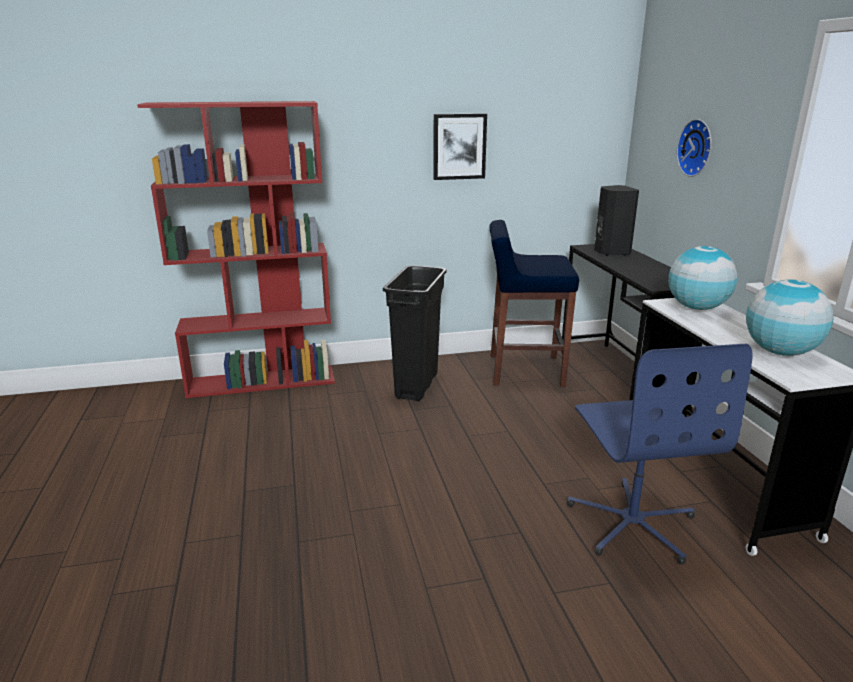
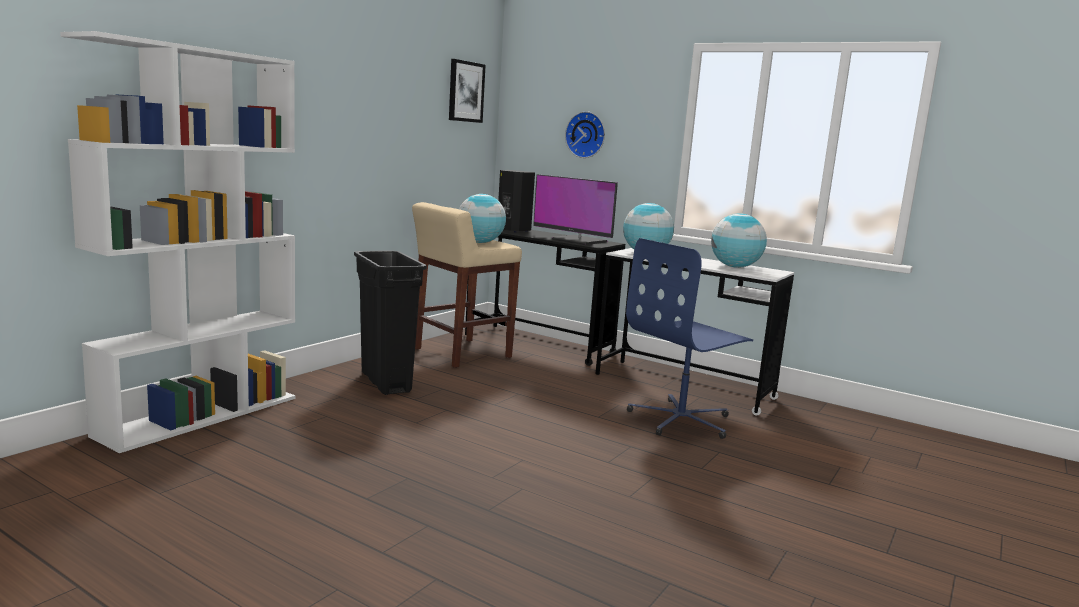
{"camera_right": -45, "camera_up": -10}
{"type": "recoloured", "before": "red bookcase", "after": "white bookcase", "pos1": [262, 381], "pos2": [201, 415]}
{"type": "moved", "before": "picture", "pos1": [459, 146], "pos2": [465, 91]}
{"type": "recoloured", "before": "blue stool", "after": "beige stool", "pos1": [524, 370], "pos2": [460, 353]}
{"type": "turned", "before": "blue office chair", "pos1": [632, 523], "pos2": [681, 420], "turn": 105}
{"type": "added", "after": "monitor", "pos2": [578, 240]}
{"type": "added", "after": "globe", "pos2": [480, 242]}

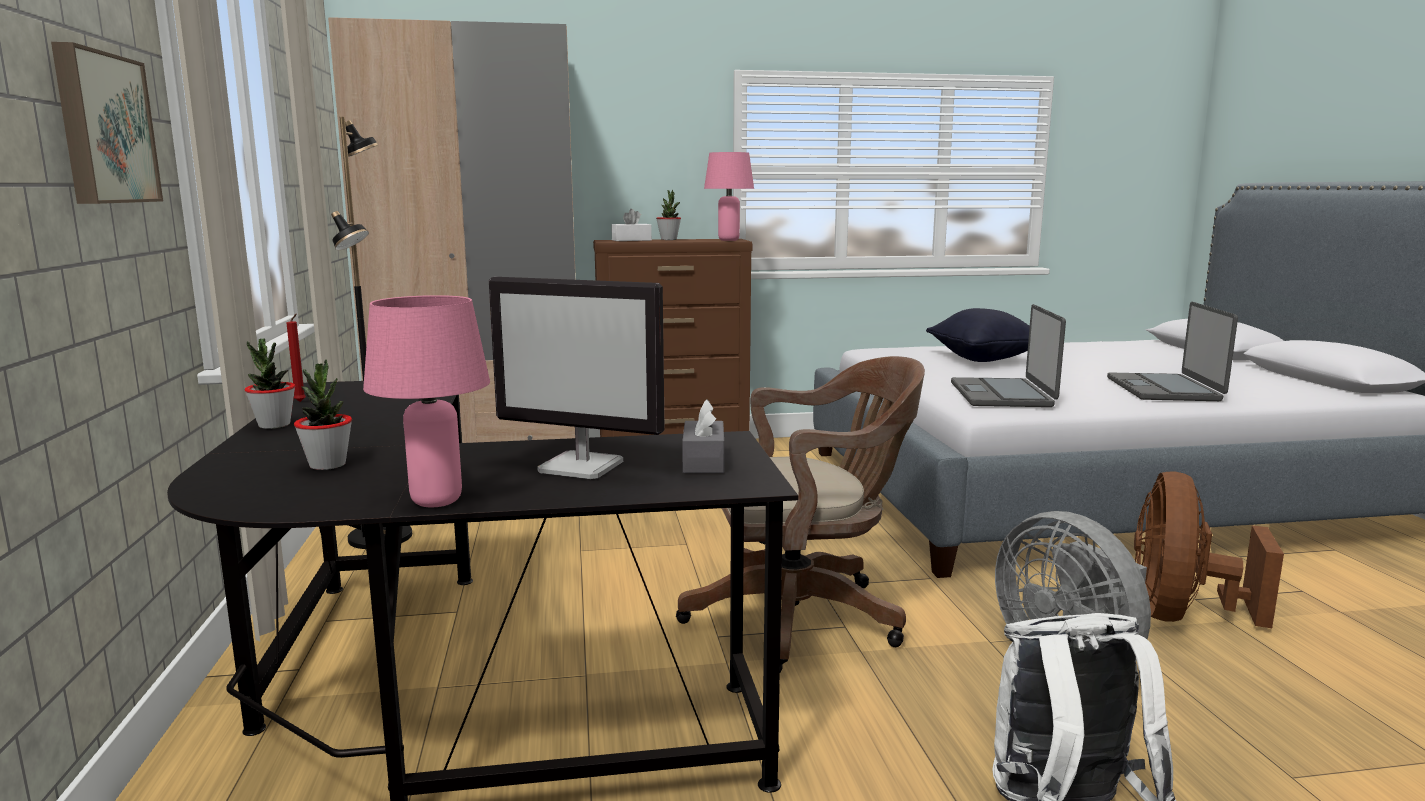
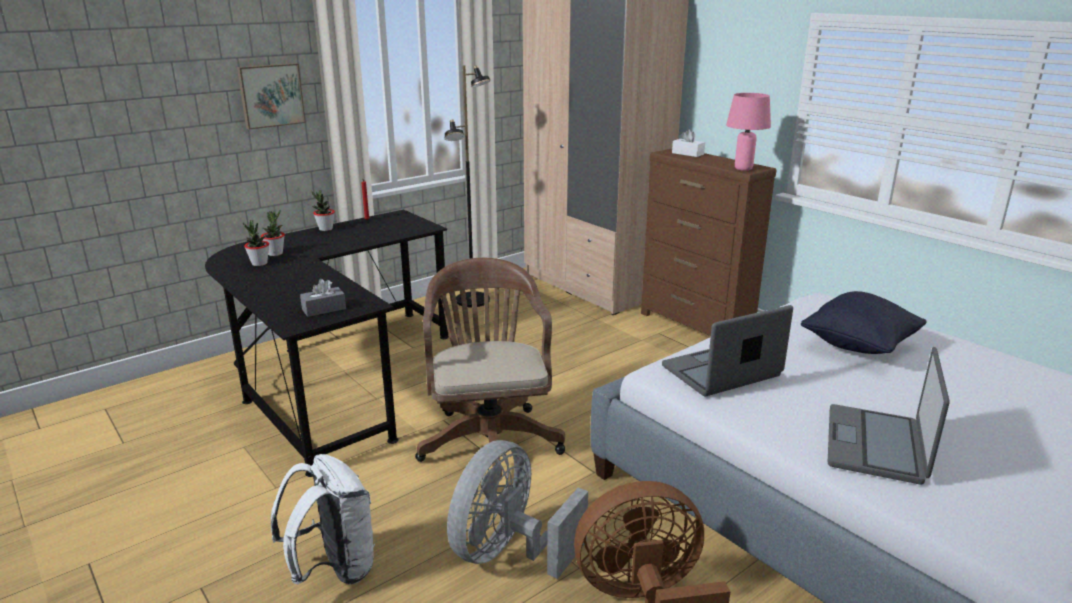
{"camera_right": 60, "camera_up": 10}
{"type": "moved", "before": "potted plant", "pos1": [669, 239], "pos2": [259, 263]}
{"type": "removed", "before": "monitor", "pos1": [583, 467]}
{"type": "removed", "before": "pink table lamp", "pos1": [438, 501]}
{"type": "turned", "before": "laptop", "pos1": [1164, 389], "pos2": [876, 445], "turn": -45}
{"type": "turned", "before": "brown office chair", "pos1": [804, 617], "pos2": [489, 439], "turn": -150}

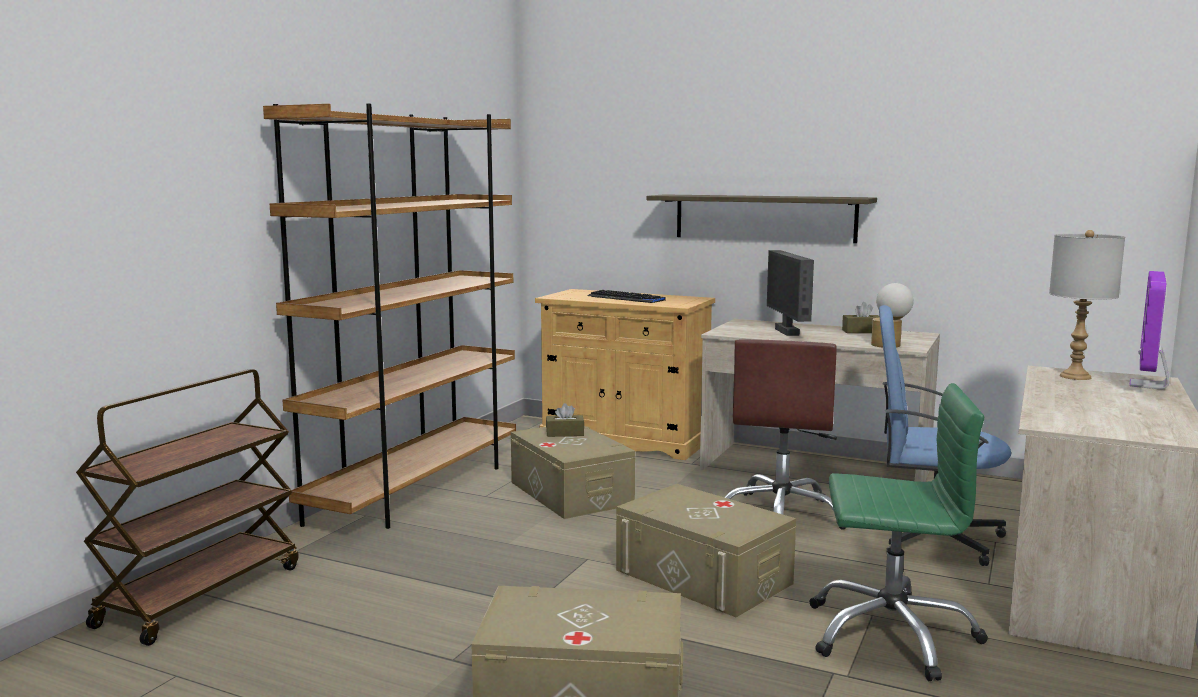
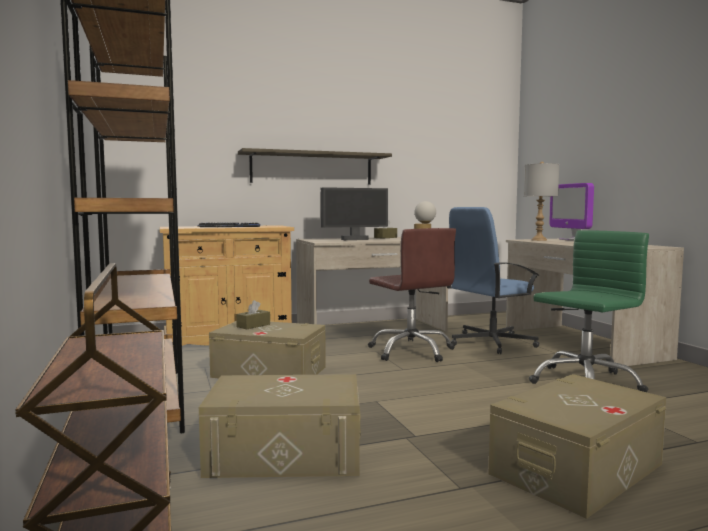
{"camera_right": -45, "camera_up": -5}
{"type": "turned", "before": "monitor", "pos1": [788, 332], "pos2": [354, 239], "turn": -60}
{"type": "moved", "before": "beige storage box", "pos1": [703, 577], "pos2": [285, 453]}

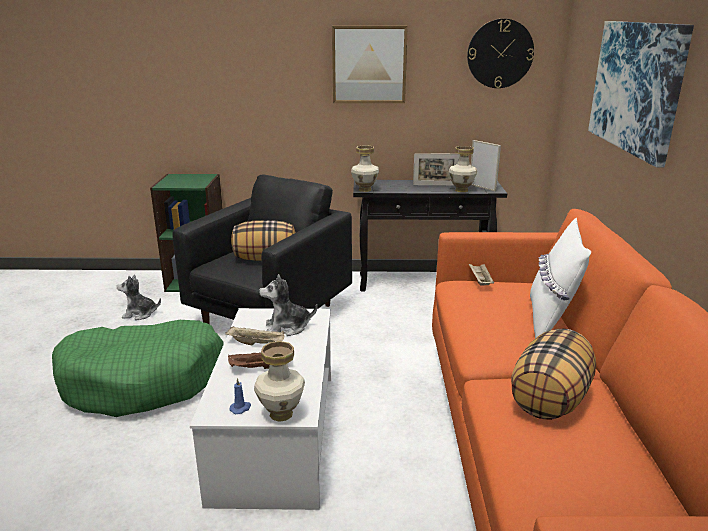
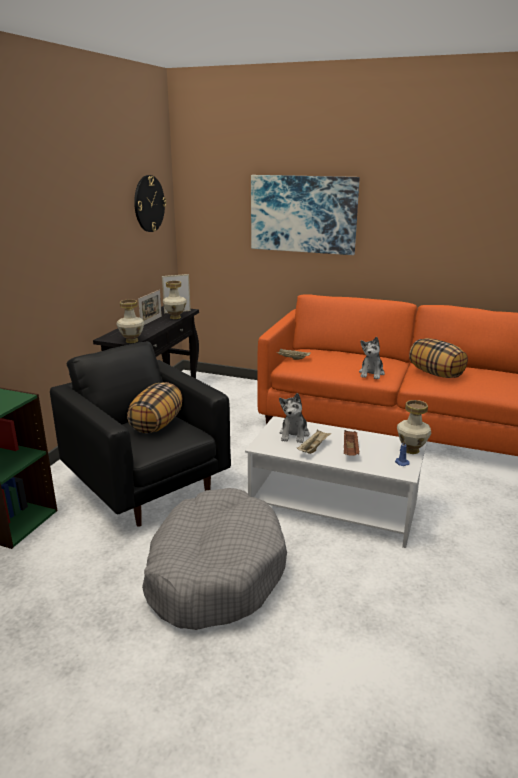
{"camera_right": -70, "camera_up": 0}
{"type": "removed", "before": "picture", "pos1": [369, 65]}
{"type": "removed", "before": "white pillow", "pos1": [550, 320]}
{"type": "moved", "before": "plush toy", "pos1": [140, 314], "pos2": [371, 373]}
{"type": "recoloured", "before": "green dog bed", "after": "grey dog bed", "pos1": [143, 380], "pos2": [214, 571]}

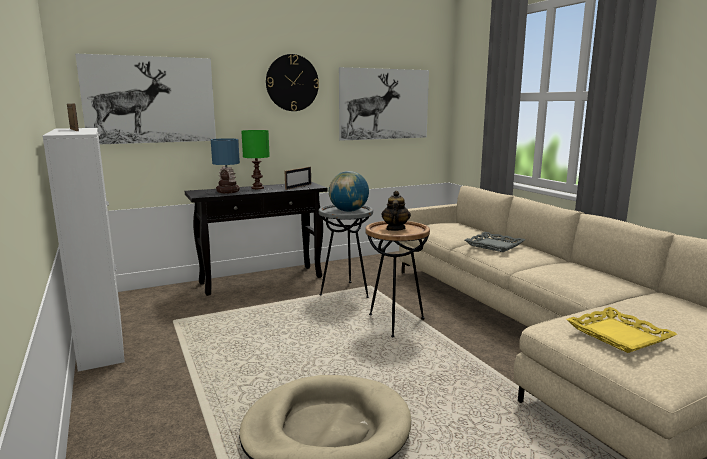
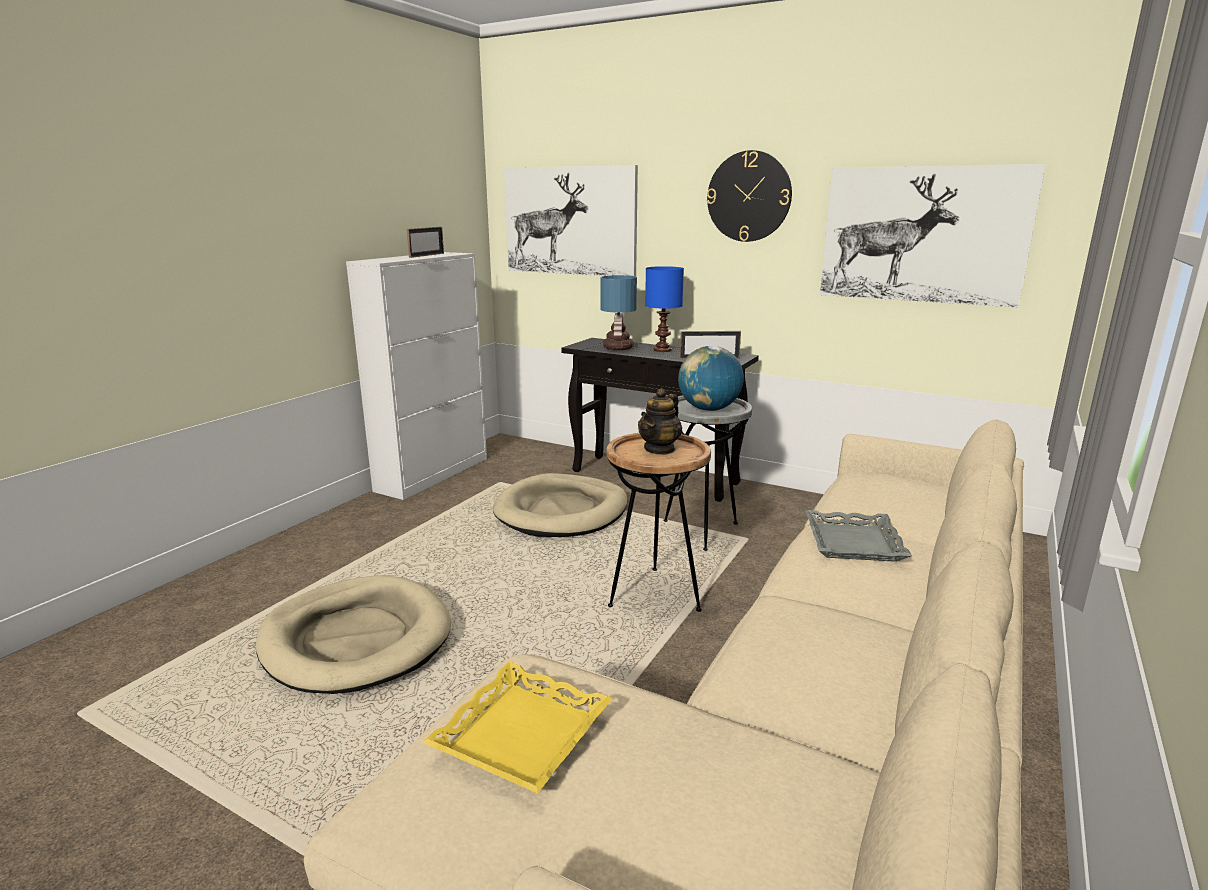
{"camera_right": 55, "camera_up": 5}
{"type": "recoloured", "before": "green table lamp", "after": "blue table lamp", "pos1": [258, 188], "pos2": [663, 350]}
{"type": "turned", "before": "teapot", "pos1": [395, 229], "pos2": [660, 449], "turn": 150}
{"type": "added", "after": "beige dog bed", "pos2": [562, 511]}

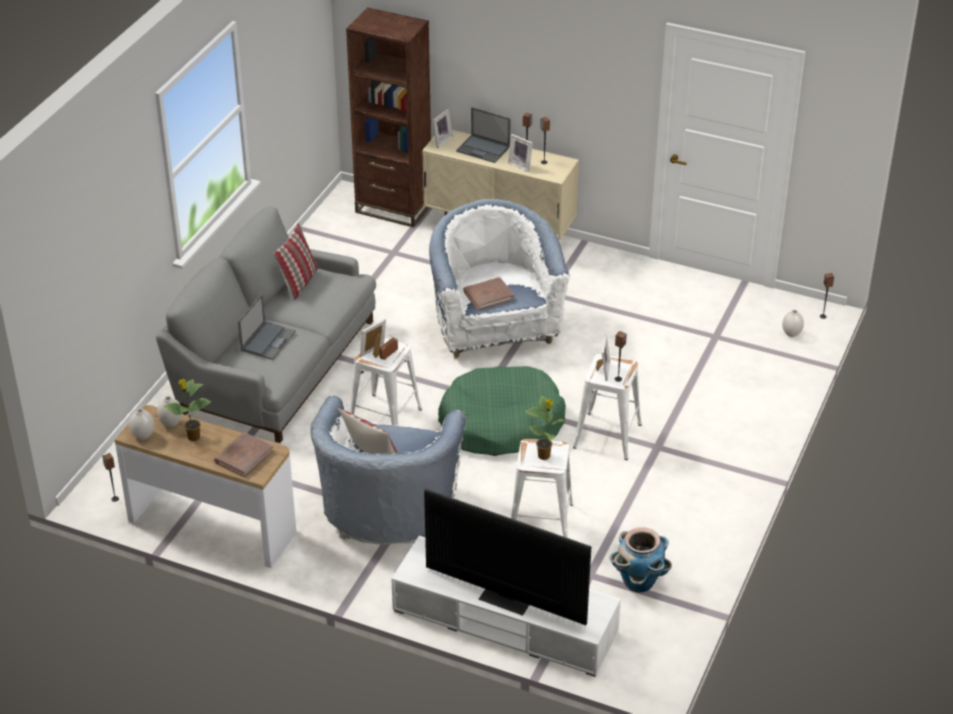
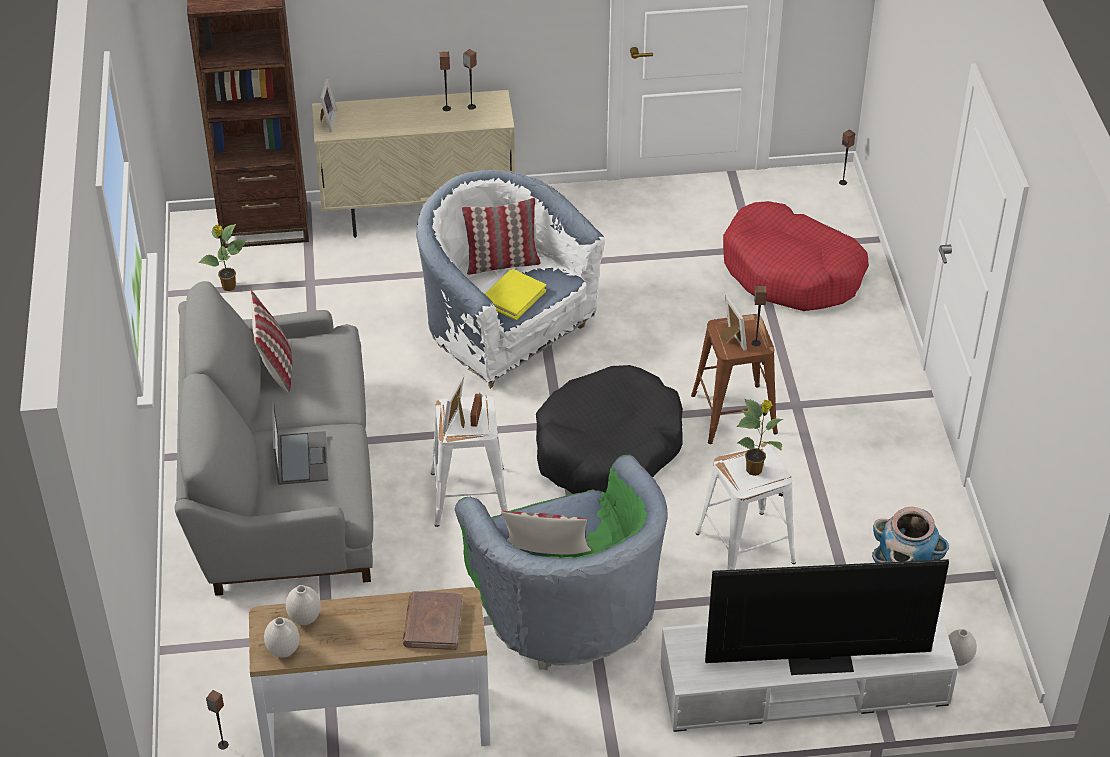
{"camera_right": -30, "camera_up": 5}
{"type": "removed", "before": "laptop", "pos1": [484, 149]}
{"type": "removed", "before": "picture frame", "pos1": [521, 165]}
{"type": "recoloured", "before": "brown book", "after": "yellow book", "pos1": [488, 295], "pos2": [513, 297]}
{"type": "moved", "before": "white vase", "pos1": [791, 334], "pos2": [957, 660]}
{"type": "recoloured", "before": "white stool", "after": "brown stool", "pos1": [606, 435], "pos2": [733, 414]}
{"type": "recoloured", "before": "green dog bed", "after": "black dog bed", "pos1": [501, 423], "pos2": [607, 448]}
{"type": "moved", "before": "potted plant", "pos1": [193, 437], "pos2": [228, 287]}
{"type": "recoloured", "before": "white armchair", "after": "green armchair", "pos1": [388, 512], "pos2": [568, 612]}
{"type": "added", "after": "pillow", "pos2": [502, 263]}
{"type": "added", "after": "red dog bed", "pos2": [792, 272]}

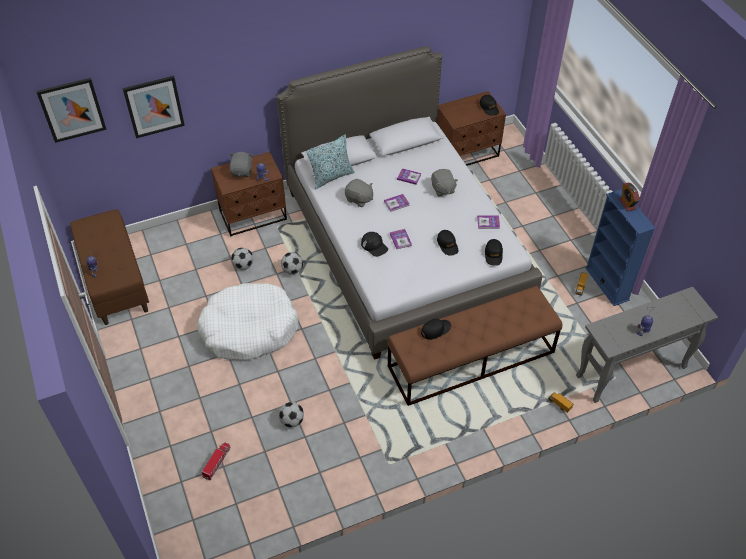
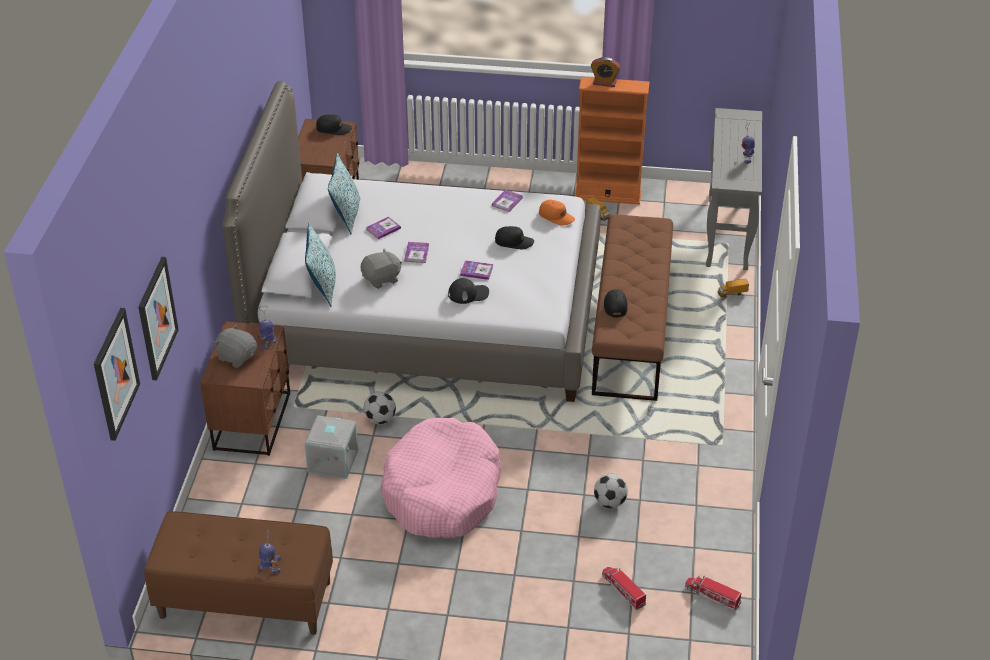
{"camera_right": -60, "camera_up": -10}
{"type": "removed", "before": "grey plush toy", "pos1": [442, 189]}
{"type": "recoloured", "before": "blue bookcase", "after": "orange bookcase", "pos1": [607, 283], "pos2": [608, 195]}
{"type": "recoloured", "before": "black cap", "after": "orange cap", "pos1": [493, 254], "pos2": [556, 216]}
{"type": "replaced", "before": "football", "after": "grey storage box", "pos1": [243, 265], "pos2": [332, 461]}
{"type": "recoloured", "before": "white dog bed", "after": "pink dog bed", "pos1": [249, 329], "pos2": [442, 492]}
{"type": "added", "after": "pillow", "pos2": [346, 215]}
{"type": "added", "after": "toy truck", "pos2": [712, 596]}

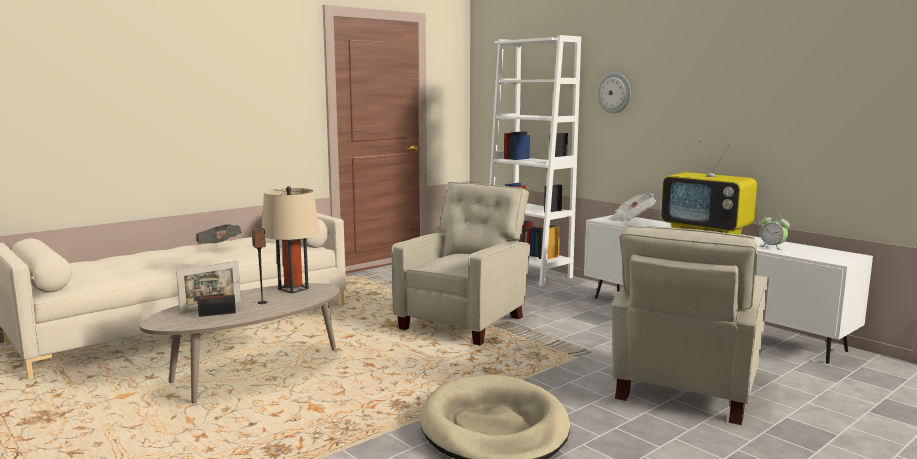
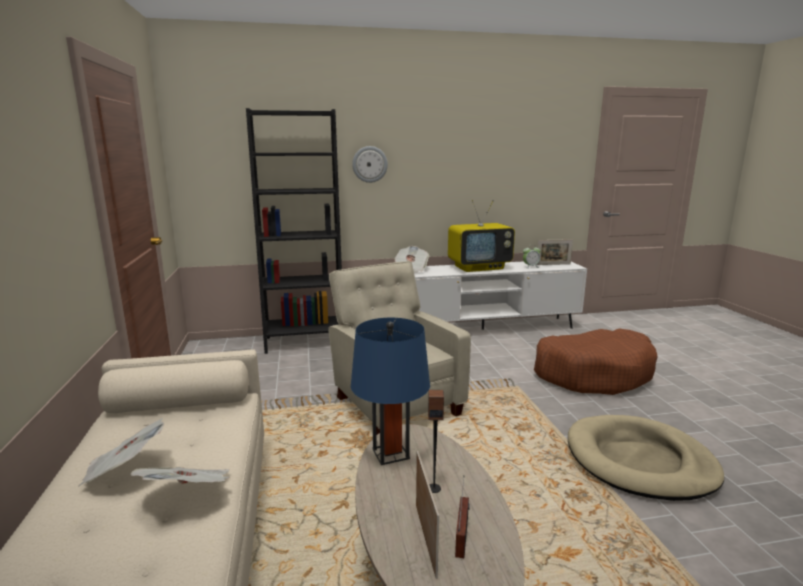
{"camera_right": -60, "camera_up": 5}
{"type": "recoloured", "before": "white bookcase", "after": "black bookcase", "pos1": [527, 273], "pos2": [305, 342]}
{"type": "recoloured", "before": "beige table lamp", "after": "blue table lamp", "pos1": [293, 289], "pos2": [391, 453]}
{"type": "replaced", "before": "beige armchair", "after": "brown dog bed", "pos1": [685, 389], "pos2": [593, 374]}
{"type": "added", "after": "picture frame", "pos2": [553, 264]}
{"type": "added", "after": "newspaper", "pos2": [190, 494]}

